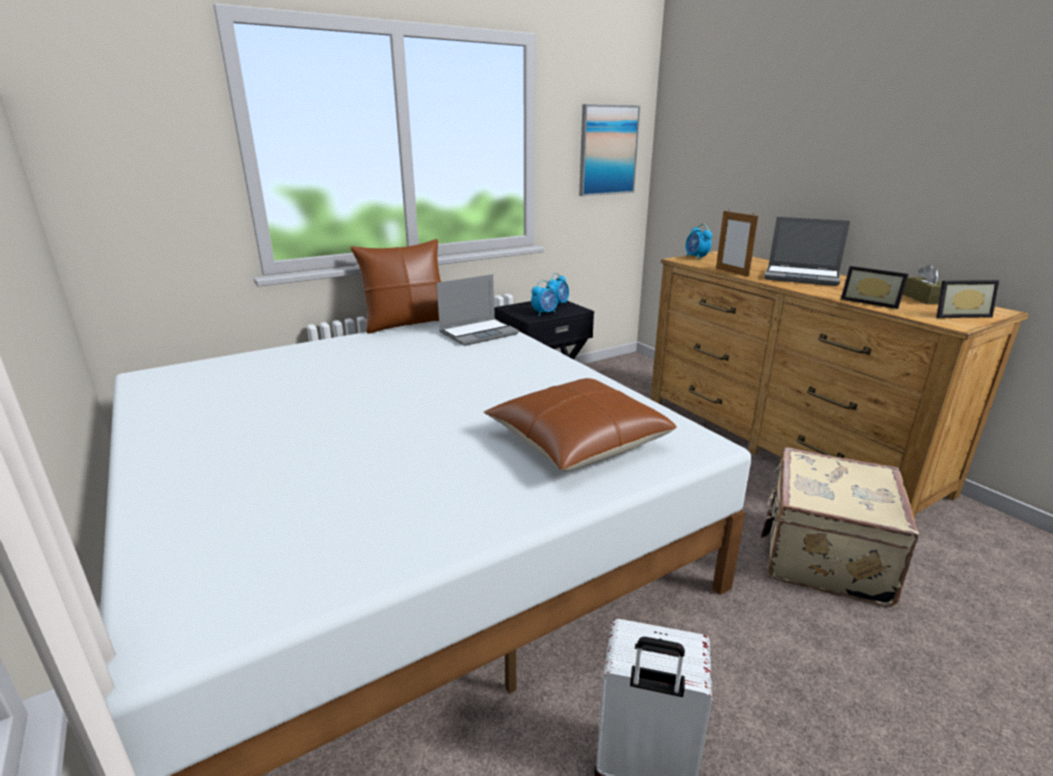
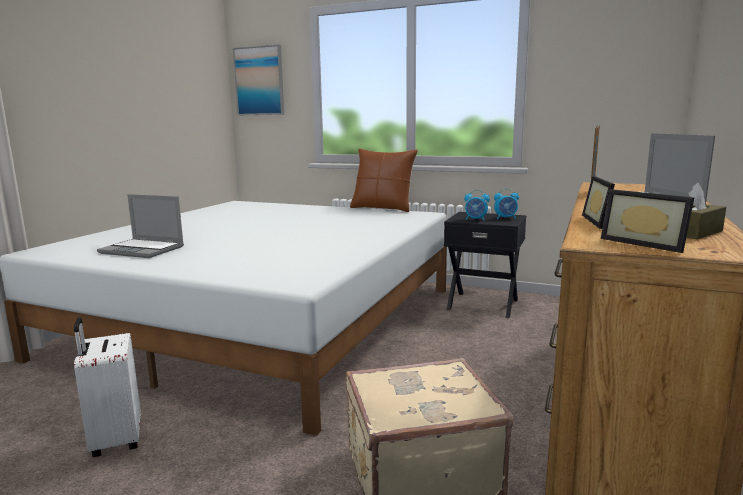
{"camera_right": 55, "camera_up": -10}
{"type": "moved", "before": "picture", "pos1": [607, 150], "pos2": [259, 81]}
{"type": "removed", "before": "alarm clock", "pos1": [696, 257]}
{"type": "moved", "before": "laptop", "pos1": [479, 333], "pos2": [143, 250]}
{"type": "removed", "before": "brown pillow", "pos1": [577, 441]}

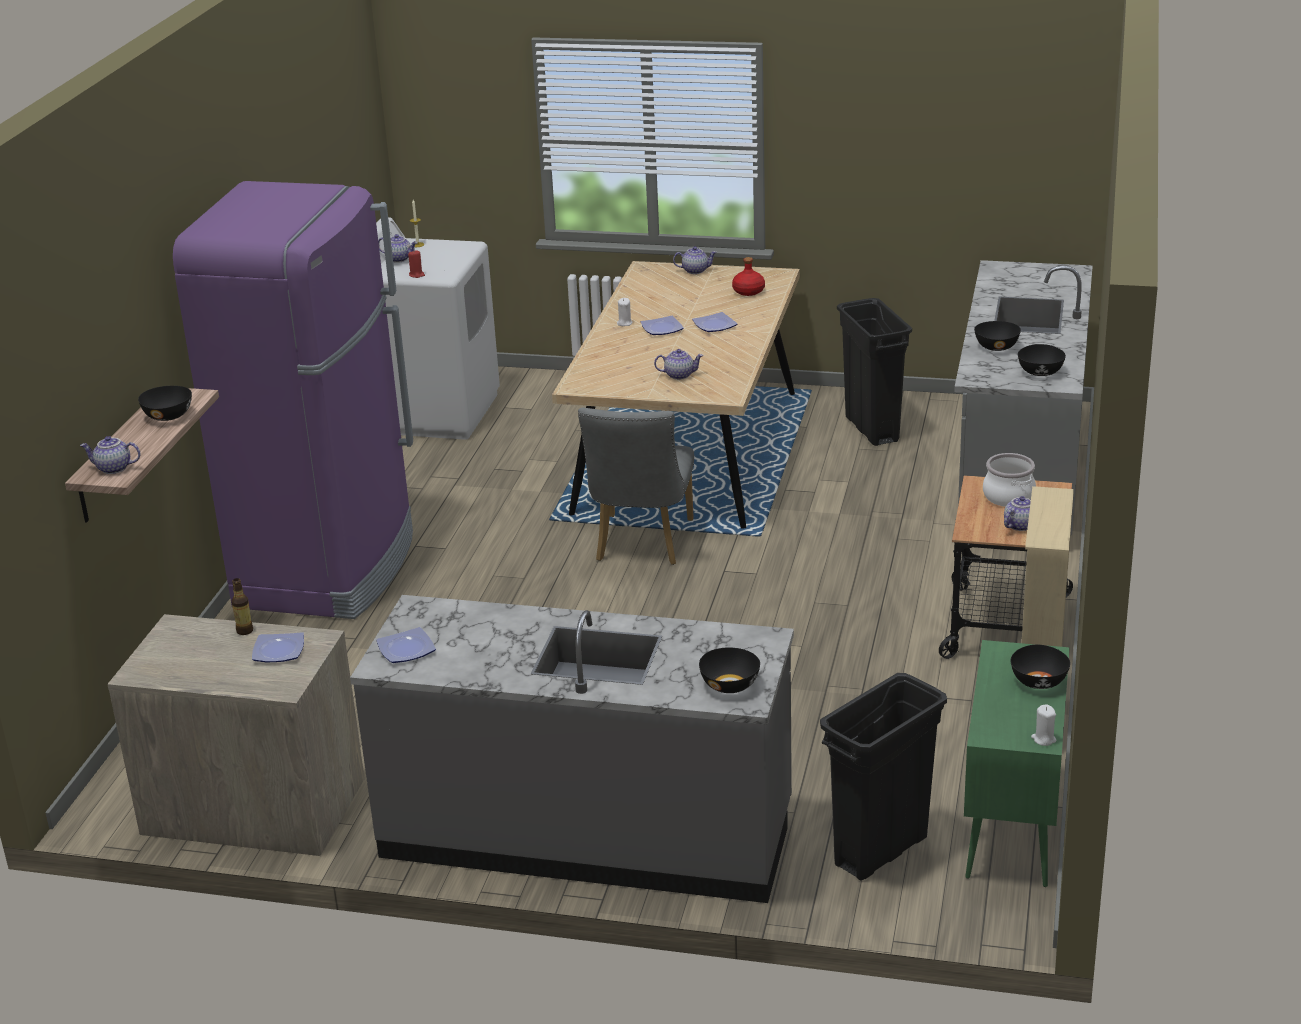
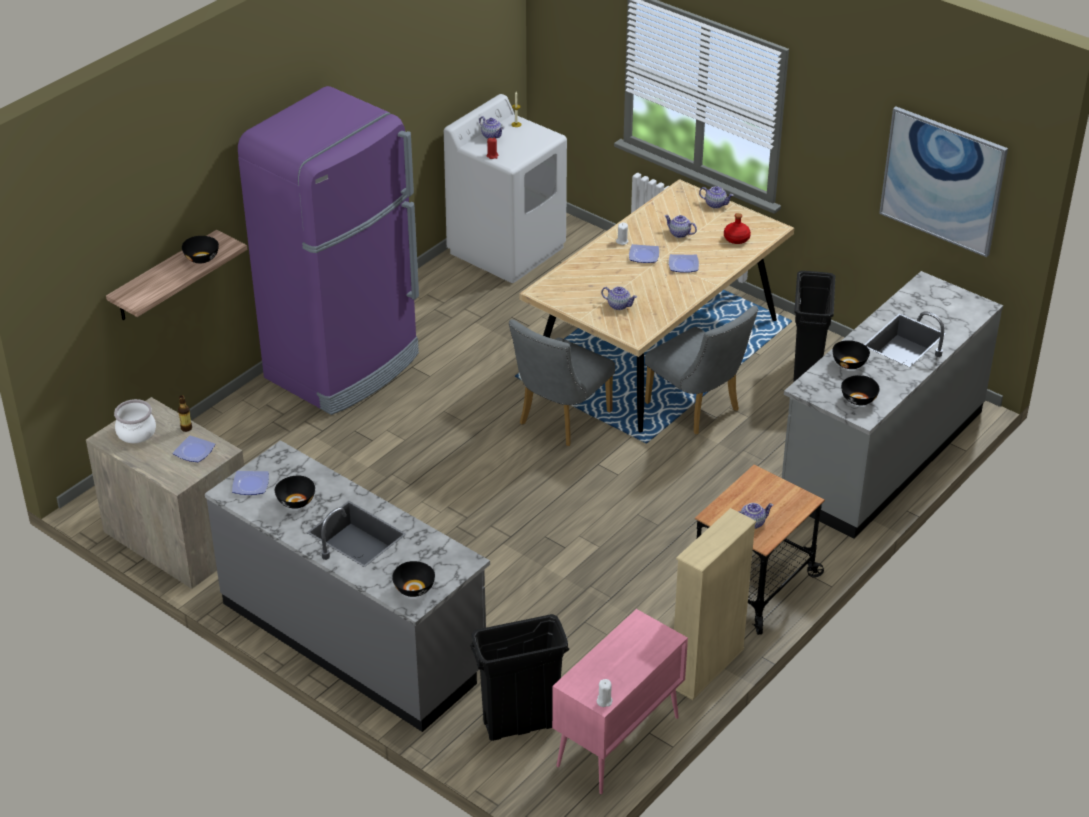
{"camera_right": 25, "camera_up": 10}
{"type": "moved", "before": "teapot", "pos1": [113, 469], "pos2": [679, 234]}
{"type": "moved", "before": "cooking pot", "pos1": [1009, 496], "pos2": [137, 432]}
{"type": "recoloured", "before": "green cabinet", "after": "pink cabinet", "pos1": [1012, 828], "pos2": [617, 743]}
{"type": "moved", "before": "black bowl", "pos1": [1038, 681], "pos2": [296, 501]}
{"type": "added", "after": "picture", "pos2": [942, 180]}
{"type": "added", "after": "grey chair", "pos2": [697, 409]}

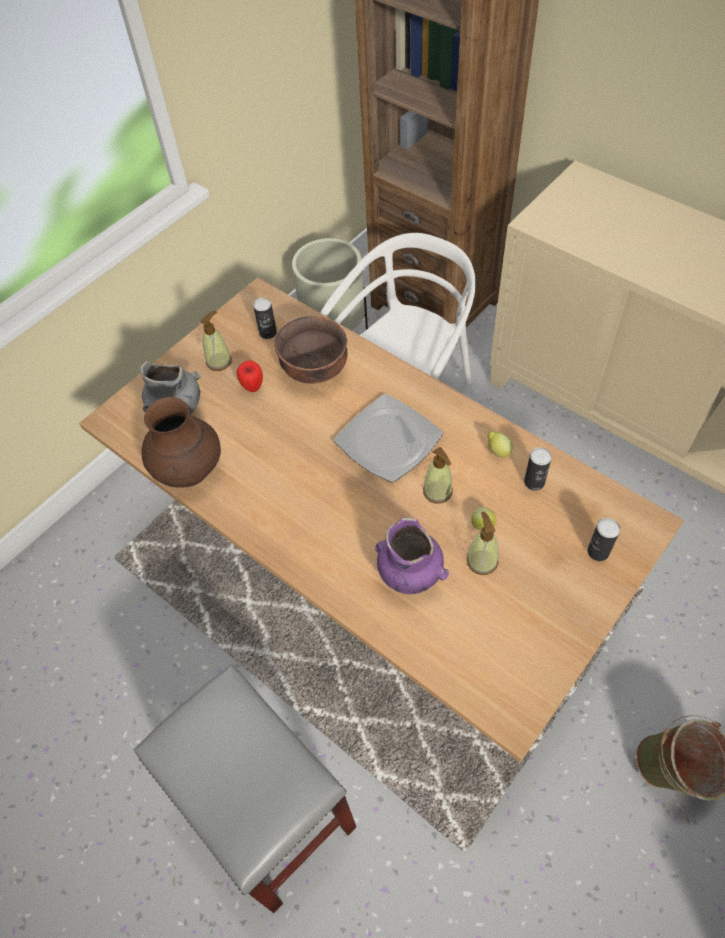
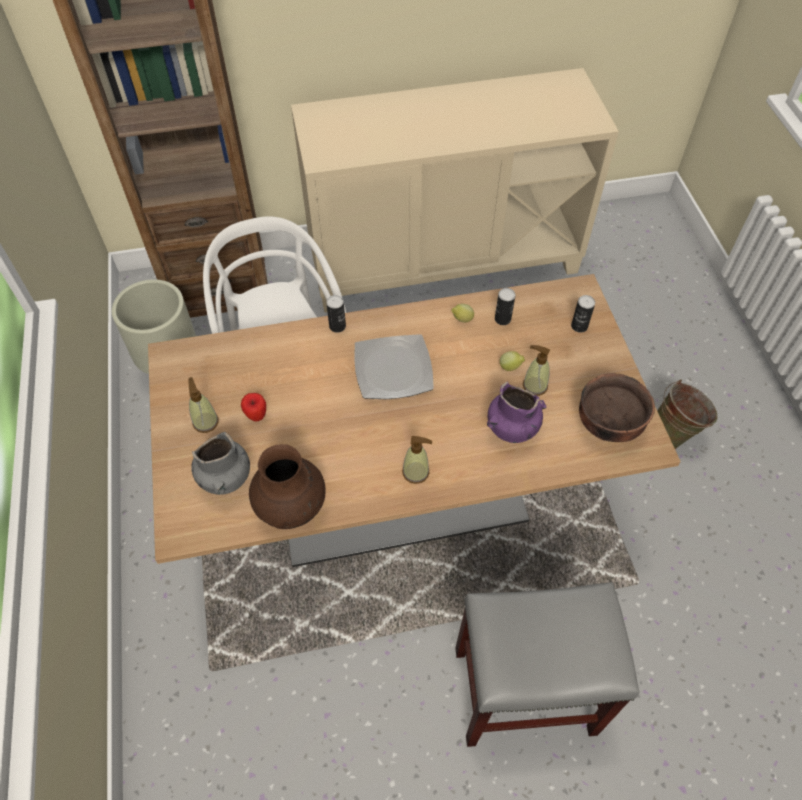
{"camera_right": -55, "camera_up": 0}
{"type": "moved", "before": "can", "pos1": [268, 333], "pos2": [337, 326]}
{"type": "moved", "before": "brown bowl", "pos1": [315, 370], "pos2": [608, 424]}
{"type": "moved", "before": "soap dispenser", "pos1": [437, 492], "pos2": [416, 472]}

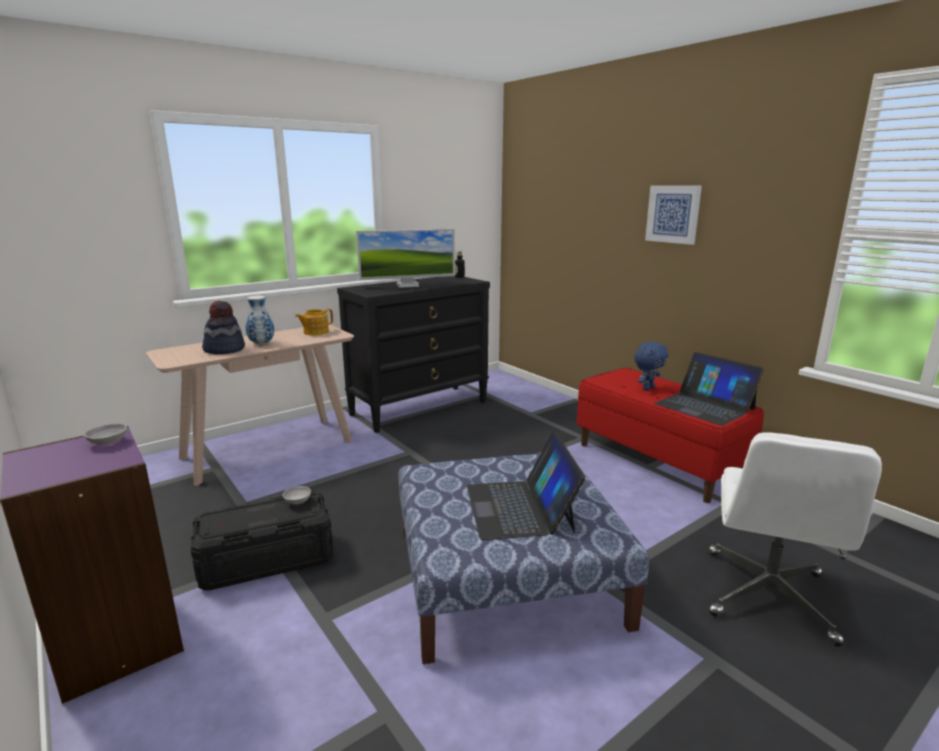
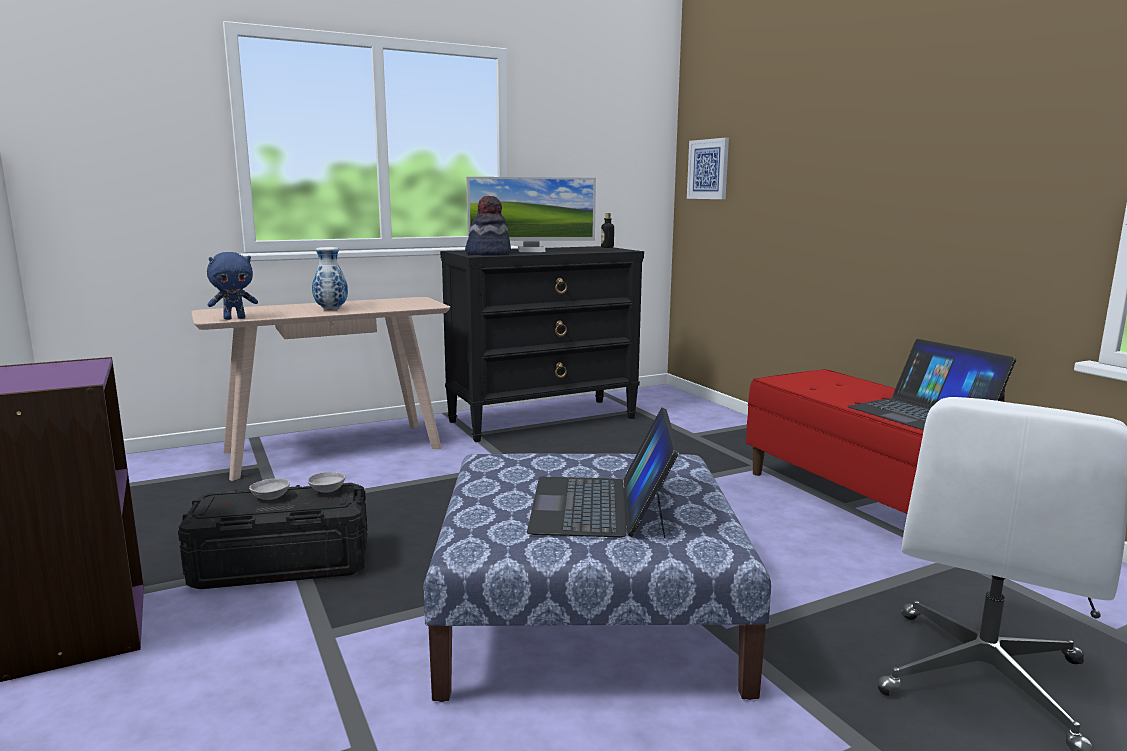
{"camera_right": 10, "camera_up": -5}
{"type": "moved", "before": "picture", "pos1": [673, 214], "pos2": [708, 169]}
{"type": "moved", "before": "hat", "pos1": [224, 349], "pos2": [488, 254]}
{"type": "removed", "before": "teapot", "pos1": [315, 332]}
{"type": "moved", "before": "blue plush toy", "pos1": [647, 388], "pos2": [234, 318]}
{"type": "moved", "before": "grey bowl", "pos1": [108, 442], "pos2": [270, 497]}

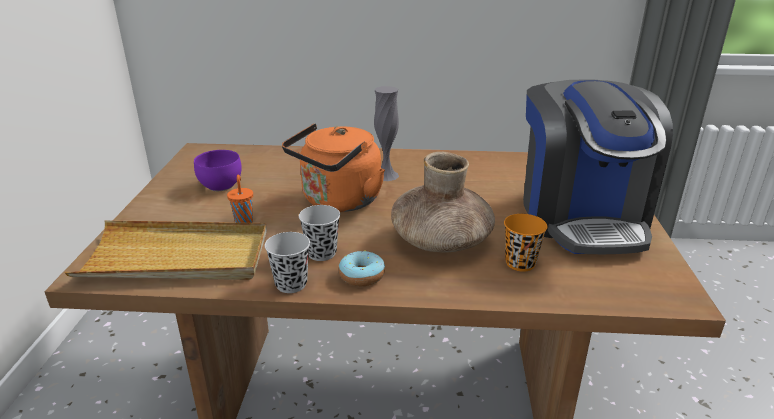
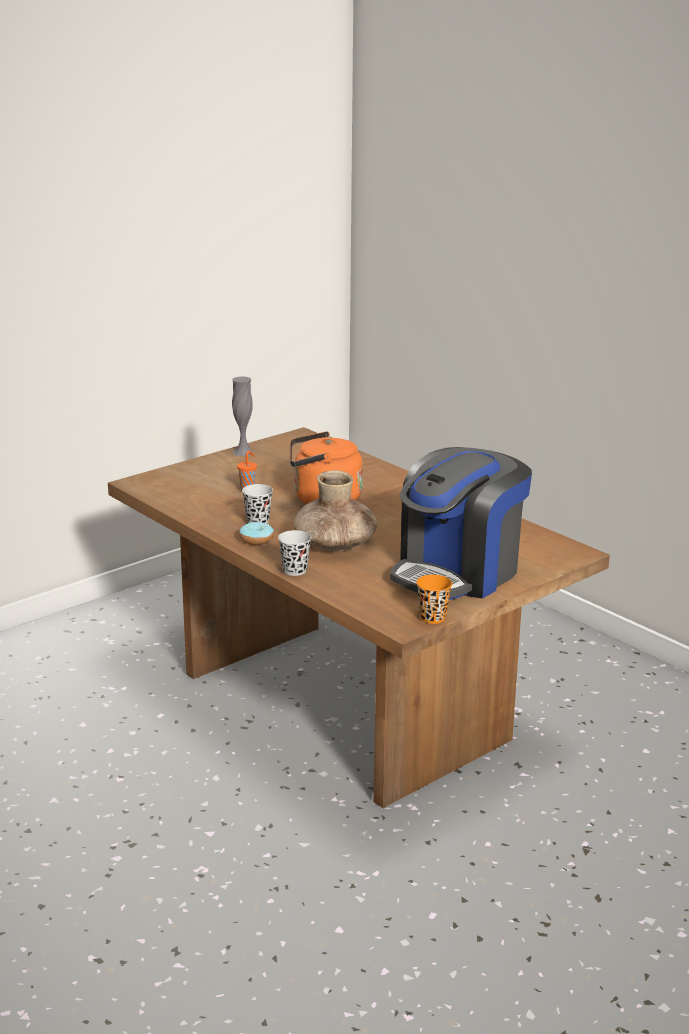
{"camera_right": 45, "camera_up": -5}
{"type": "moved", "before": "grey vase", "pos1": [386, 175], "pos2": [243, 452]}
{"type": "removed", "before": "purple bowl", "pos1": [222, 186]}
{"type": "moved", "before": "orange cup", "pos1": [520, 263], "pos2": [433, 618]}
{"type": "removed", "before": "beige tray", "pos1": [177, 257]}
{"type": "moved", "before": "black cup", "pos1": [291, 284], "pos2": [295, 570]}

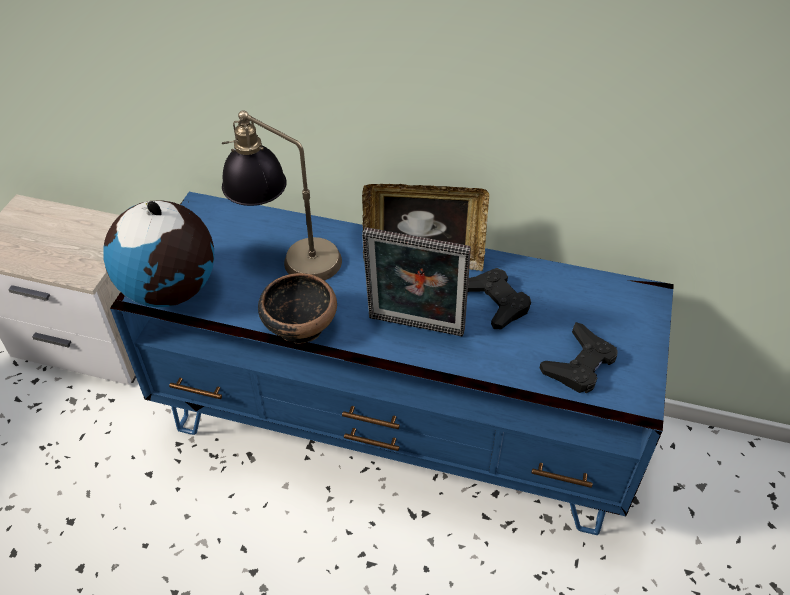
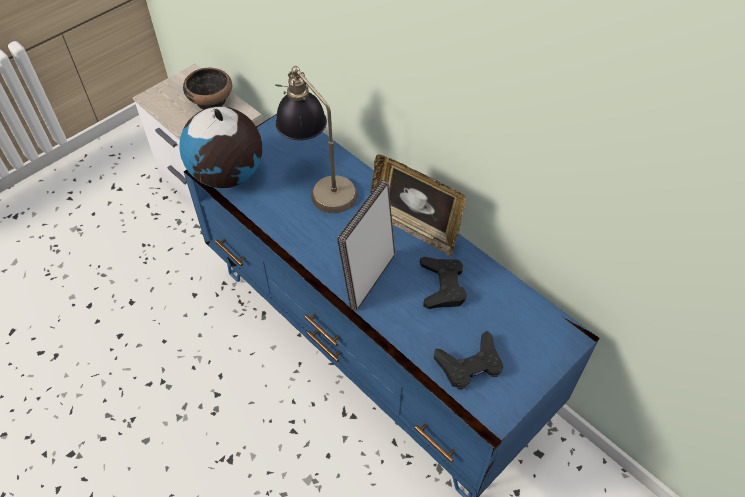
{"camera_right": 30, "camera_up": 5}
{"type": "turned", "before": "picture frame", "pos1": [415, 329], "pos2": [368, 279], "turn": 75}
{"type": "moved", "before": "bowl", "pos1": [300, 324], "pos2": [211, 100]}

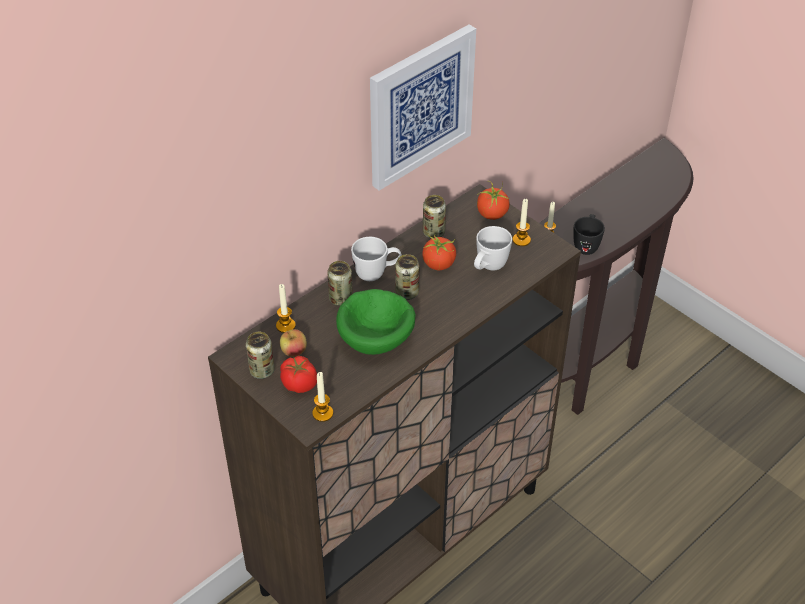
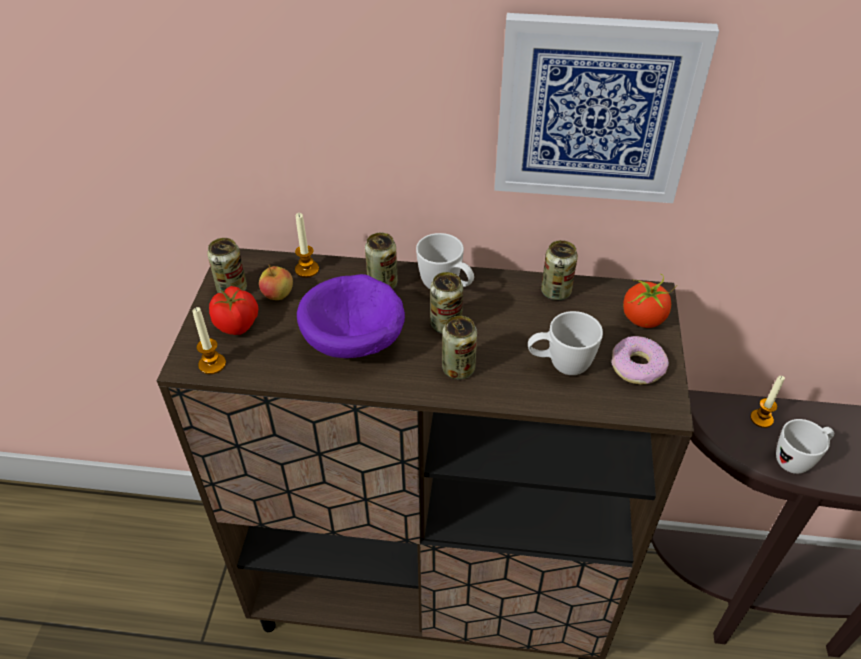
{"camera_right": 50, "camera_up": 0}
{"type": "replaced", "before": "candle", "after": "donut", "pos1": [521, 240], "pos2": [637, 366]}
{"type": "recoloured", "before": "black mug", "after": "white mug", "pos1": [586, 245], "pos2": [797, 460]}
{"type": "removed", "before": "tomato", "pos1": [439, 264]}
{"type": "recoloured", "before": "green bowl", "after": "purple bowl", "pos1": [377, 339], "pos2": [356, 342]}
{"type": "added", "after": "can", "pos2": [458, 369]}

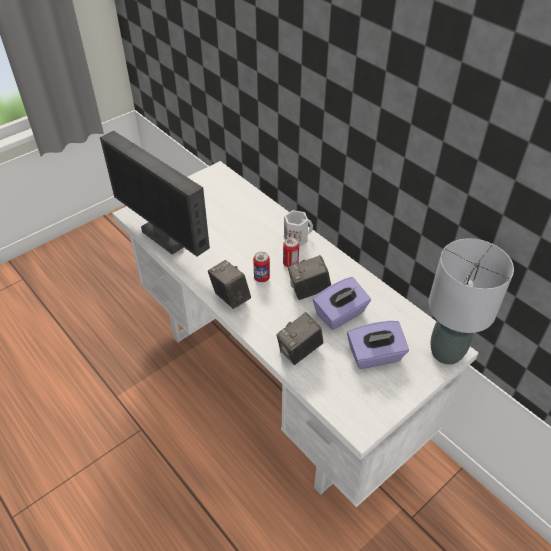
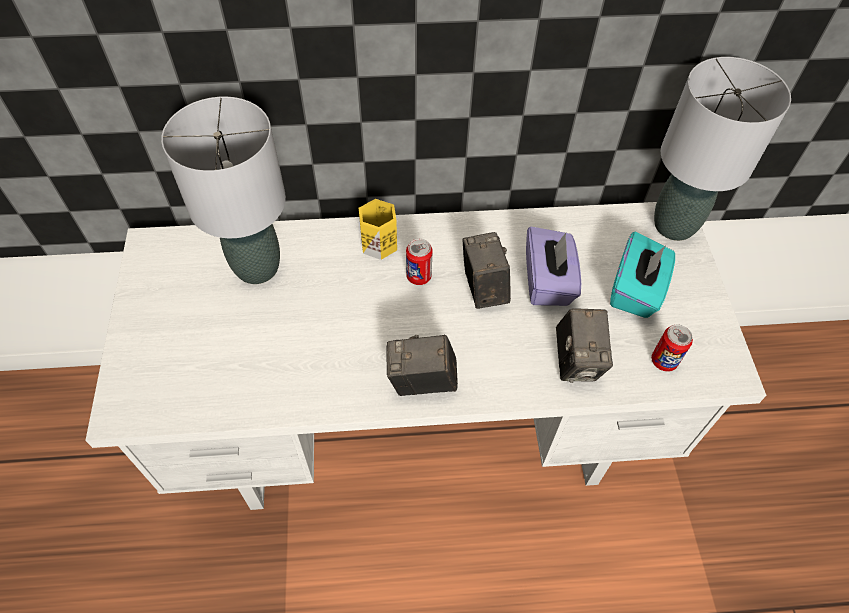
{"camera_right": -55, "camera_up": 10}
{"type": "removed", "before": "monitor", "pos1": [164, 238]}
{"type": "recoloured", "before": "white mug", "after": "yellow mug", "pos1": [296, 238], "pos2": [378, 242]}
{"type": "moved", "before": "can", "pos1": [261, 277], "pos2": [664, 361]}
{"type": "turned", "before": "photo camera", "pos1": [309, 291], "pos2": [483, 288], "turn": 150}
{"type": "recoloured", "before": "purple tissue box", "after": "turquoise tissue box", "pos1": [375, 356], "pos2": [636, 290]}
{"type": "added", "after": "grey table lamp", "pos2": [258, 268]}

